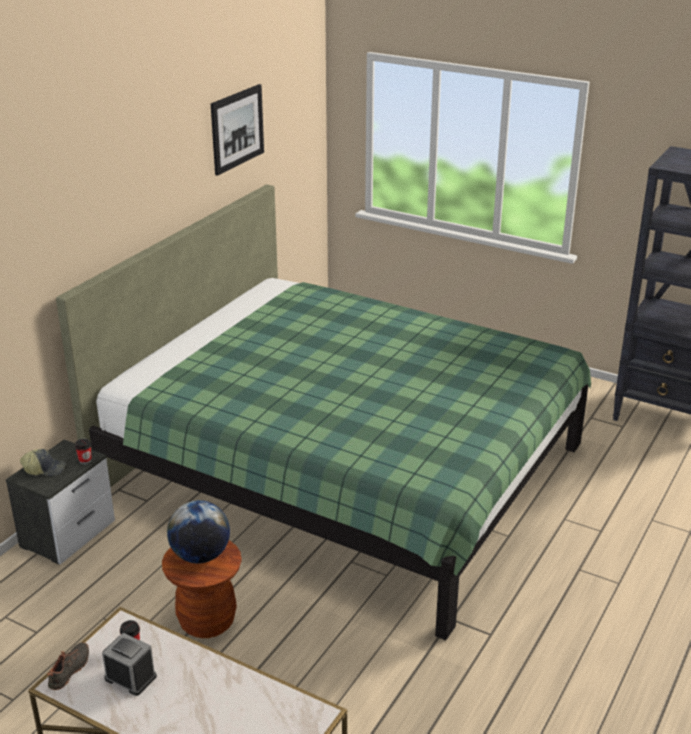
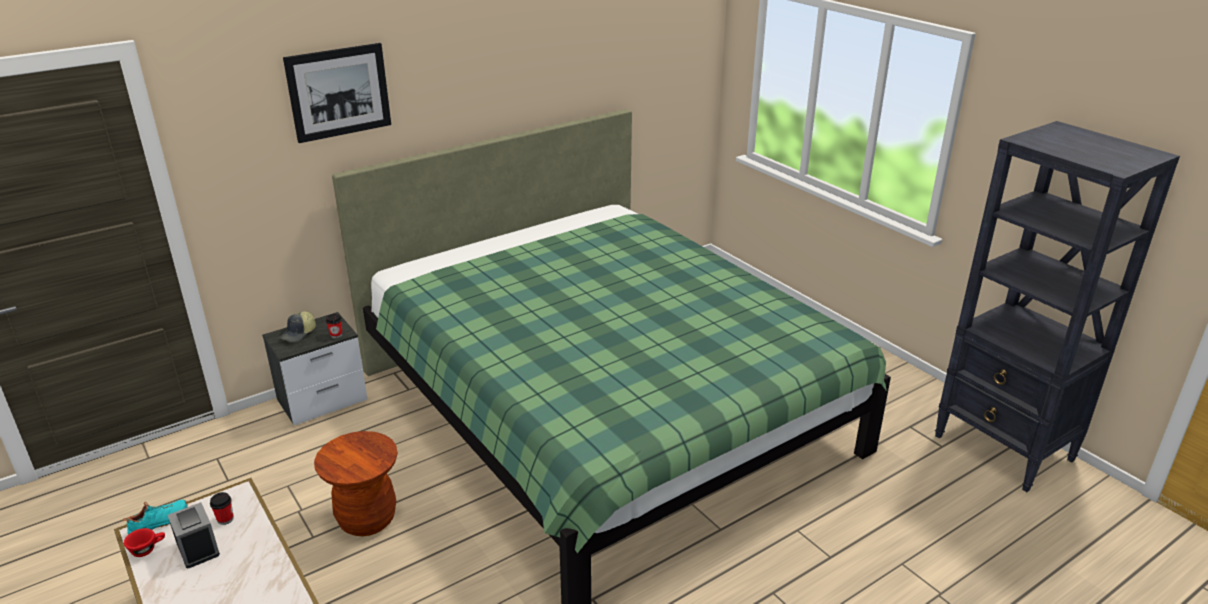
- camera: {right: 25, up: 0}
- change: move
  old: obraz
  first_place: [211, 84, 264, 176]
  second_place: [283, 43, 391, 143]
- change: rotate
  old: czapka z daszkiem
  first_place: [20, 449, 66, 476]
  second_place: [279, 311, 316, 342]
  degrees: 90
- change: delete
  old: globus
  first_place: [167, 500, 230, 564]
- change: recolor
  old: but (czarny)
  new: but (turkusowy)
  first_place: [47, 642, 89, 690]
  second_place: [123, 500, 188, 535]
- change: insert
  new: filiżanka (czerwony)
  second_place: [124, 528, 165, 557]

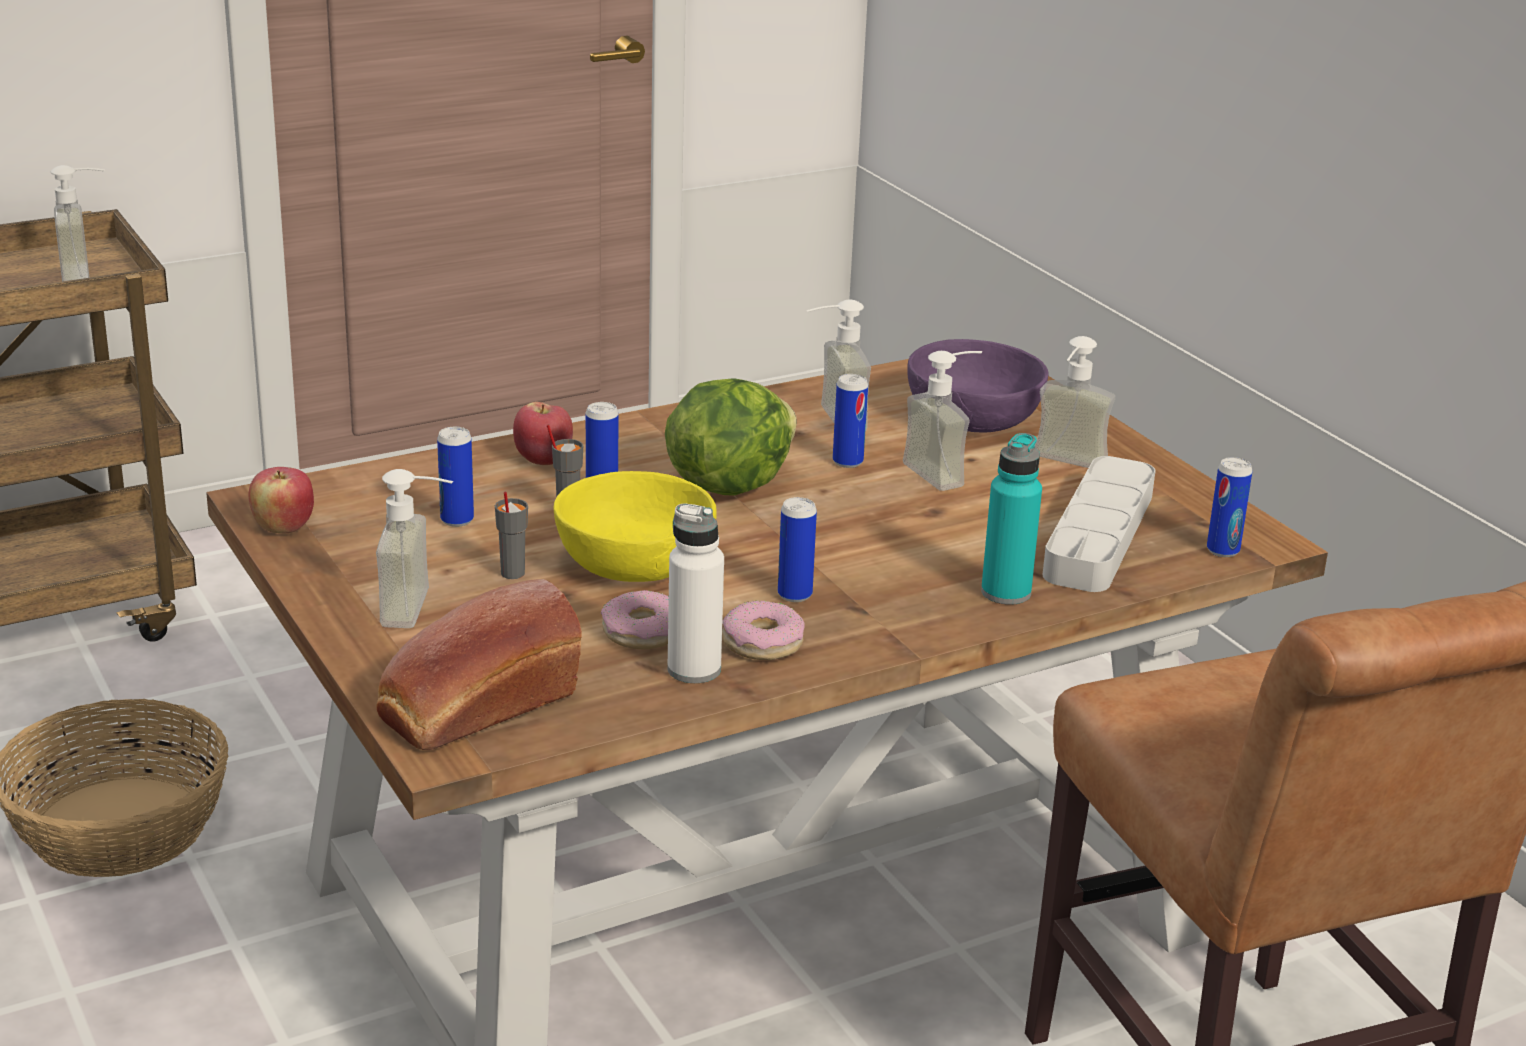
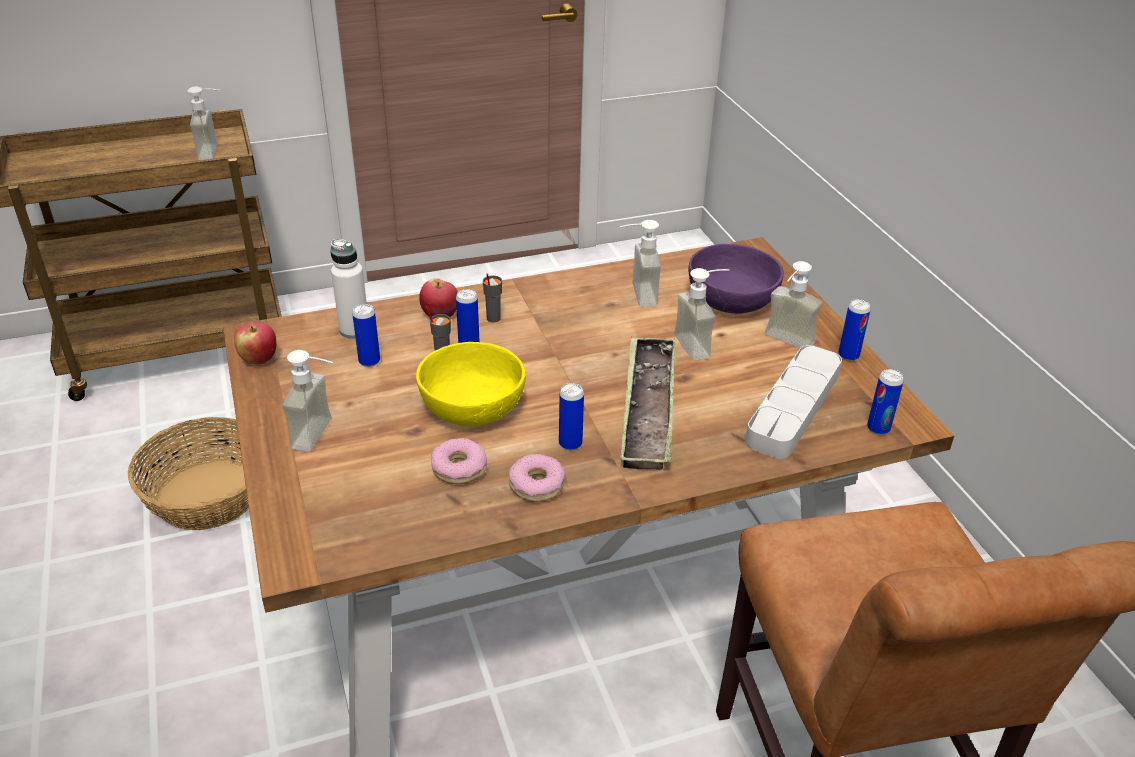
- camera: {right: 10, up: 10}
- change: move
  old: puszka
  first_place: [833, 374, 868, 468]
  second_place: [838, 299, 871, 361]
- change: delete
  old: sałata
  first_place: [665, 378, 797, 496]
- change: delete
  old: butelka (turkusowy)
  first_place: [981, 433, 1042, 605]
- change: move
  old: filiżanka (szary)
  first_place: [495, 492, 528, 579]
  second_place: [483, 273, 502, 322]
- change: move
  old: butelka (biały)
  first_place: [667, 504, 724, 683]
  second_place: [330, 239, 367, 339]
- change: delete
  old: chleb
  first_place: [377, 579, 582, 750]
- change: insert
  new: taca
  second_place: [620, 337, 675, 470]

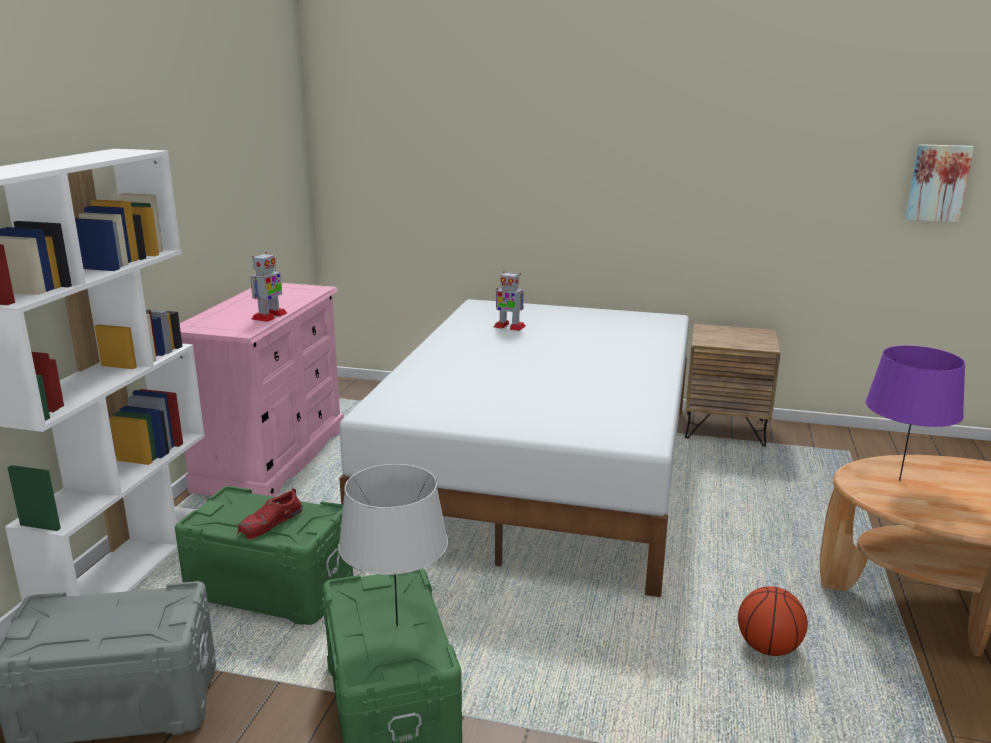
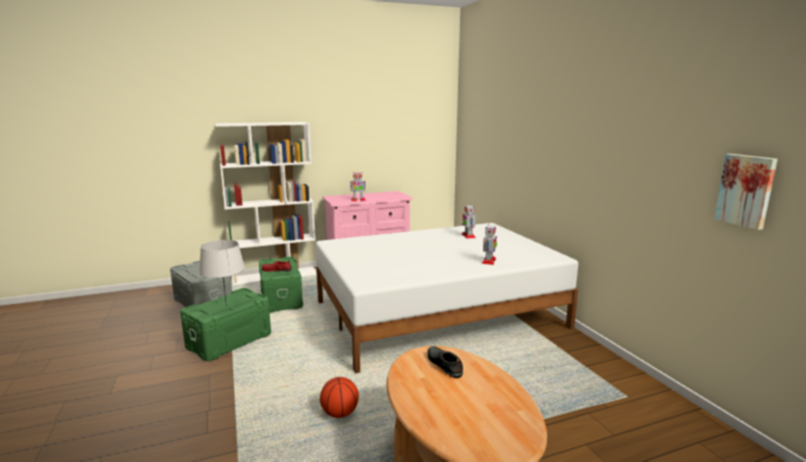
- camera: {right: 55, up: -5}
- change: delete
  old: szafka nocna (brązowy)
  first_place: [685, 324, 781, 447]
- change: replace
  old: lampa stołowa (fioletowy)
  new: but (czarny)
  first_place: [866, 345, 966, 481]
  second_place: [427, 346, 463, 378]
- change: insert
  new: robot zabawkowy
  second_place: [481, 224, 497, 265]

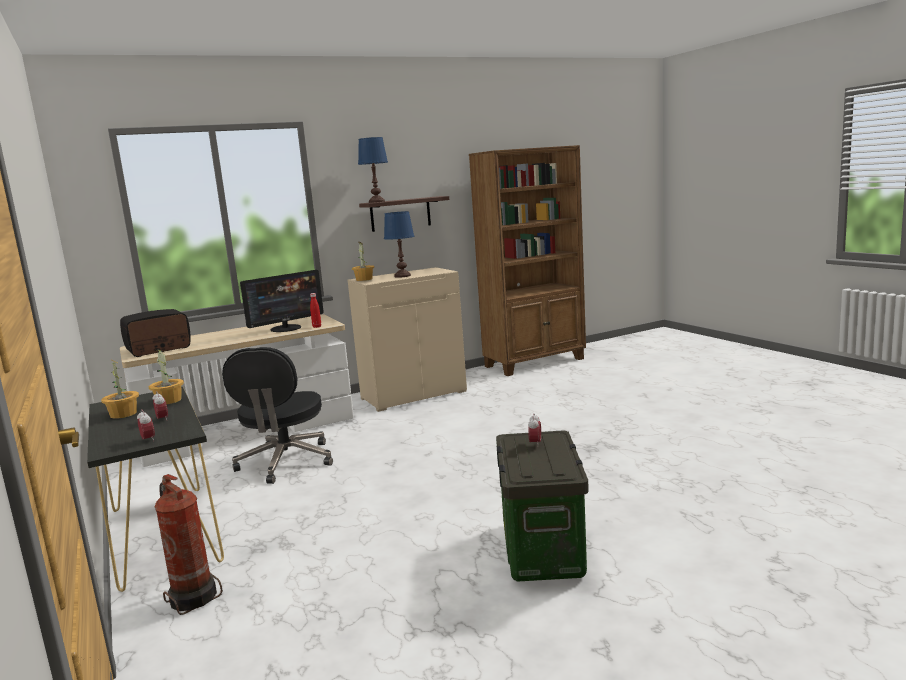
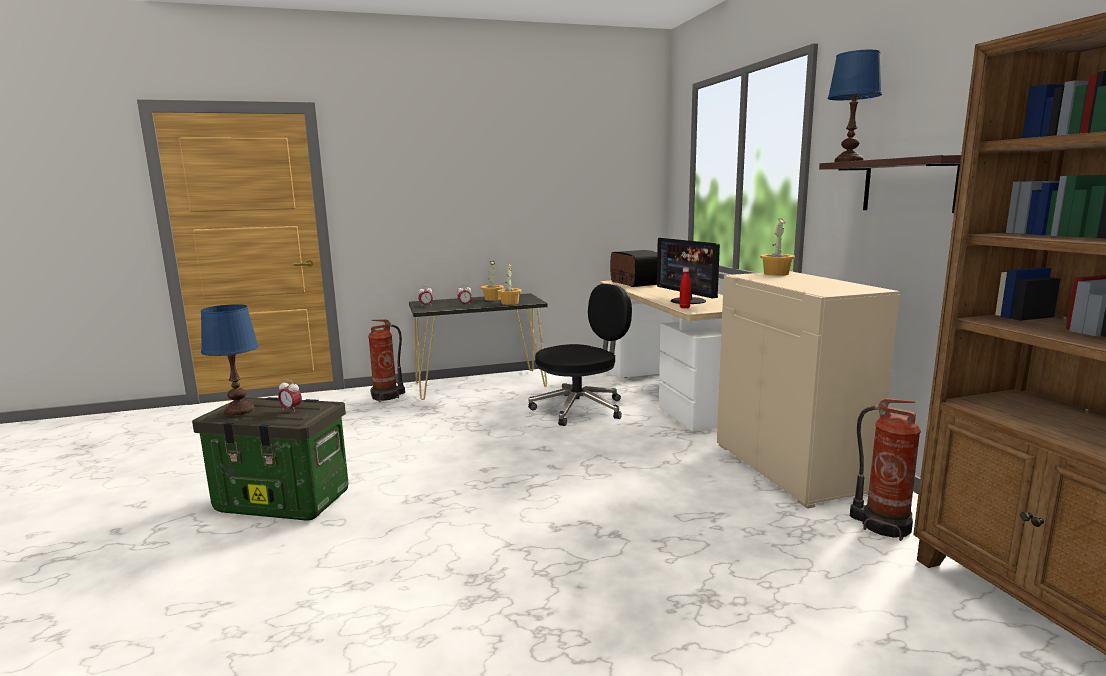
- camera: {right: 100, up: 0}
- change: move
  old: lampa stołowa (niebieski)
  first_place: [384, 211, 414, 278]
  second_place: [201, 304, 259, 416]
- change: rotate
  old: krzesło biurowe (czarny)
  first_place: [222, 347, 333, 484]
  second_place: [528, 284, 632, 426]
  degrees: 135
- change: insert
  new: gaśnica
  second_place: [850, 398, 921, 541]

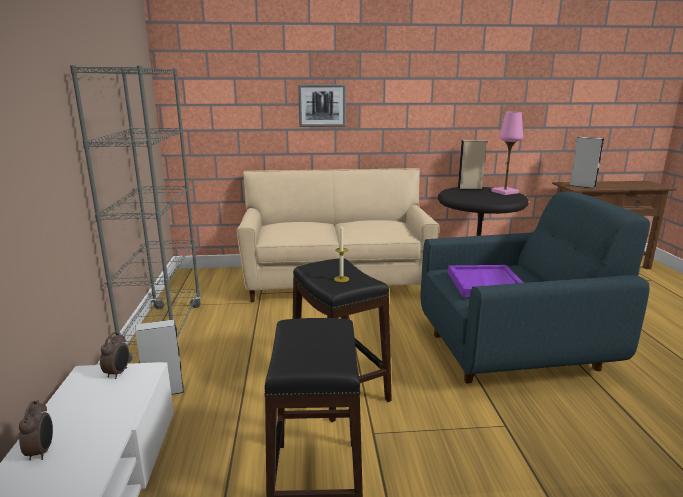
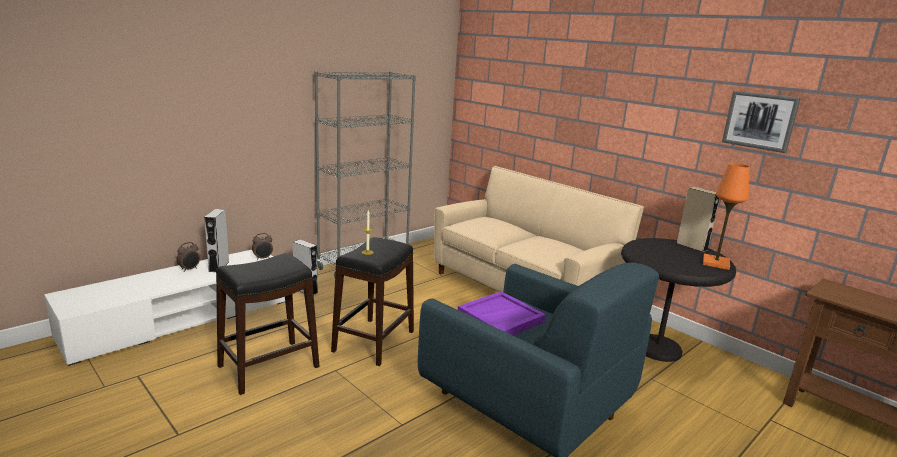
- camera: {right: 50, up: 0}
- change: move
  old: obraz
  first_place: [298, 84, 346, 127]
  second_place: [722, 91, 801, 153]
- change: recolor
  old: lampa stołowa (różowy)
  new: lampa stołowa (pomarańczowy)
  first_place: [491, 112, 523, 195]
  second_place: [703, 163, 750, 270]
- change: move
  old: głośnik (szary)
  first_place: [569, 137, 604, 188]
  second_place: [204, 209, 229, 272]

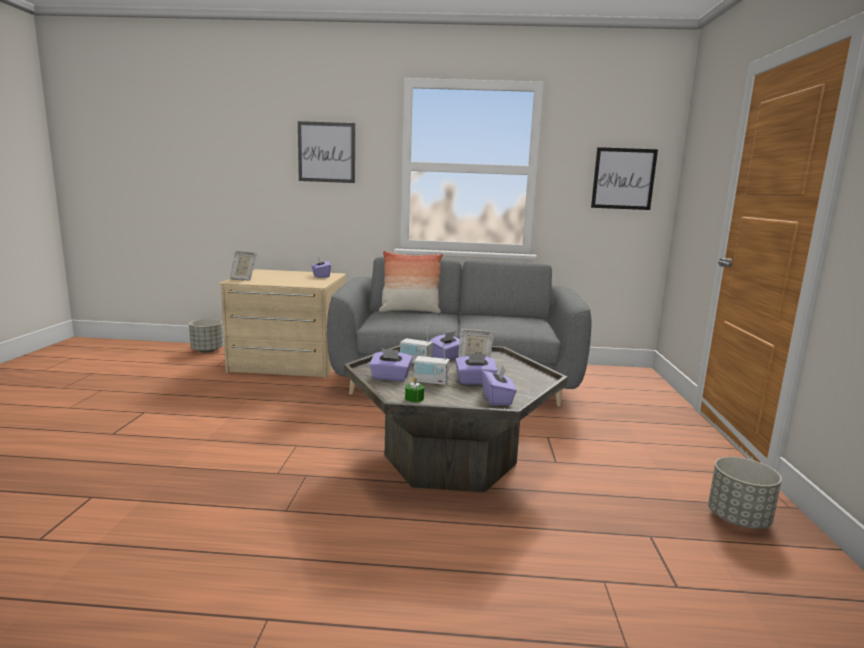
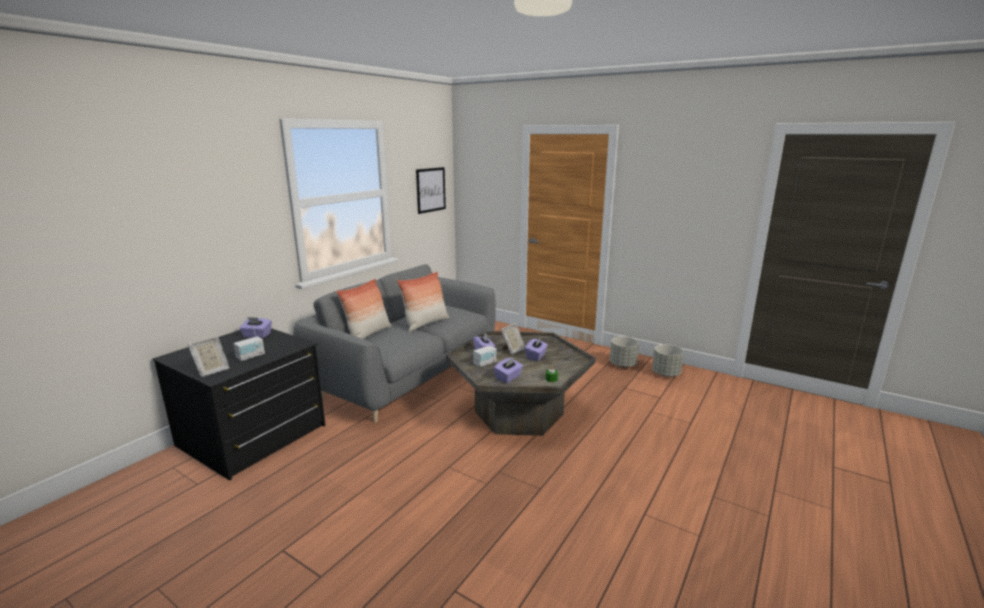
- camera: {right: -60, up: 5}
- change: delete
  old: obraz
  first_place: [298, 121, 355, 183]
- change: recolor
  old: komoda (beżowy)
  new: komoda (czarny)
  first_place: [218, 269, 346, 378]
  second_place: [152, 328, 326, 480]
- change: move
  old: donica (szary)
  first_place: [189, 319, 223, 353]
  second_place: [652, 344, 684, 377]
- change: move
  old: radio
  first_place: [414, 342, 450, 386]
  second_place: [233, 326, 265, 361]
- change: delete
  old: pudełko chusteczek (fioletowy)
  first_place: [482, 365, 517, 405]
- change: insert
  new: poduszka
  second_place: [397, 271, 449, 332]

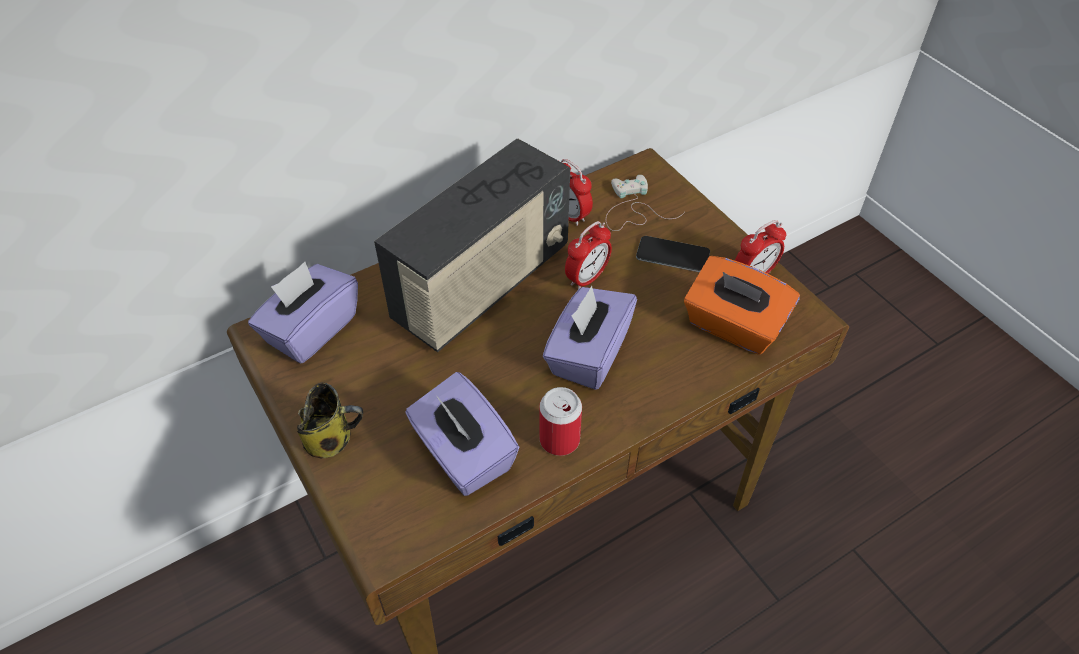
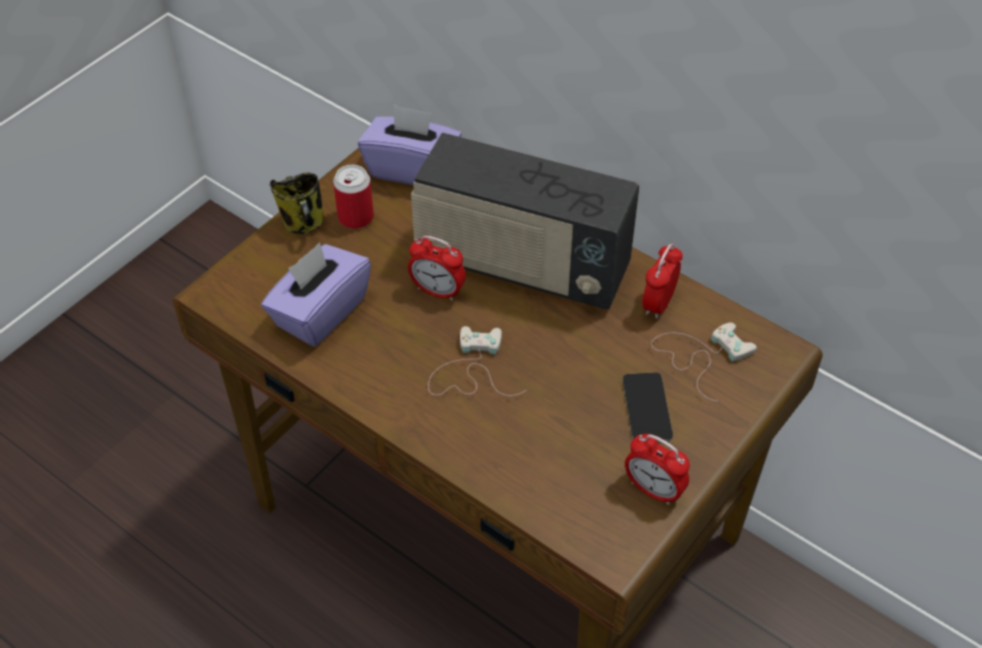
- camera: {right: 70, up: 0}
- change: move
  old: budzik
  first_place: [565, 221, 612, 290]
  second_place: [408, 235, 466, 301]
- change: delete
  old: pudełko chusteczek (pomarańczowy)
  first_place: [684, 256, 800, 355]
- change: replace
  old: pudełko chusteczek (fioletowy)
  new: pad do gier (biały)
  first_place: [543, 286, 637, 390]
  second_place: [428, 326, 526, 396]
- change: move
  old: puszka
  first_place: [539, 387, 582, 456]
  second_place: [333, 165, 374, 229]

